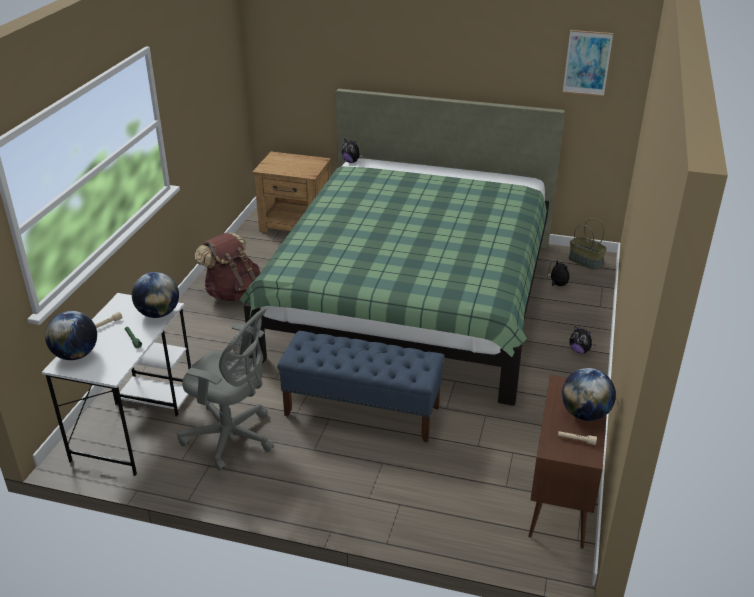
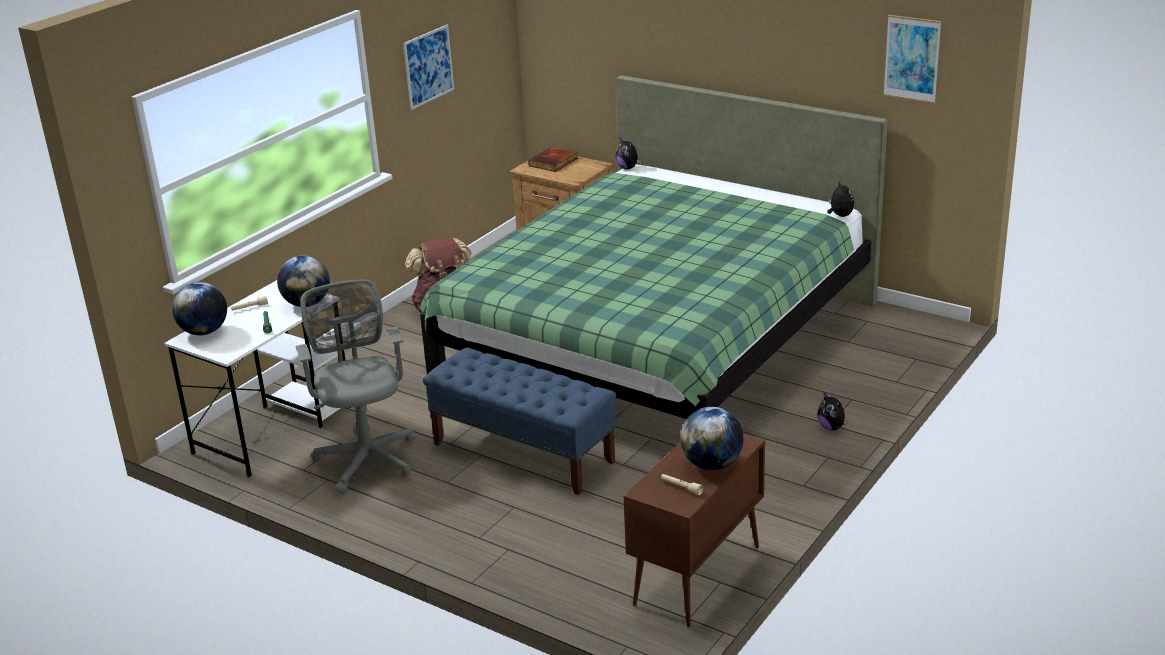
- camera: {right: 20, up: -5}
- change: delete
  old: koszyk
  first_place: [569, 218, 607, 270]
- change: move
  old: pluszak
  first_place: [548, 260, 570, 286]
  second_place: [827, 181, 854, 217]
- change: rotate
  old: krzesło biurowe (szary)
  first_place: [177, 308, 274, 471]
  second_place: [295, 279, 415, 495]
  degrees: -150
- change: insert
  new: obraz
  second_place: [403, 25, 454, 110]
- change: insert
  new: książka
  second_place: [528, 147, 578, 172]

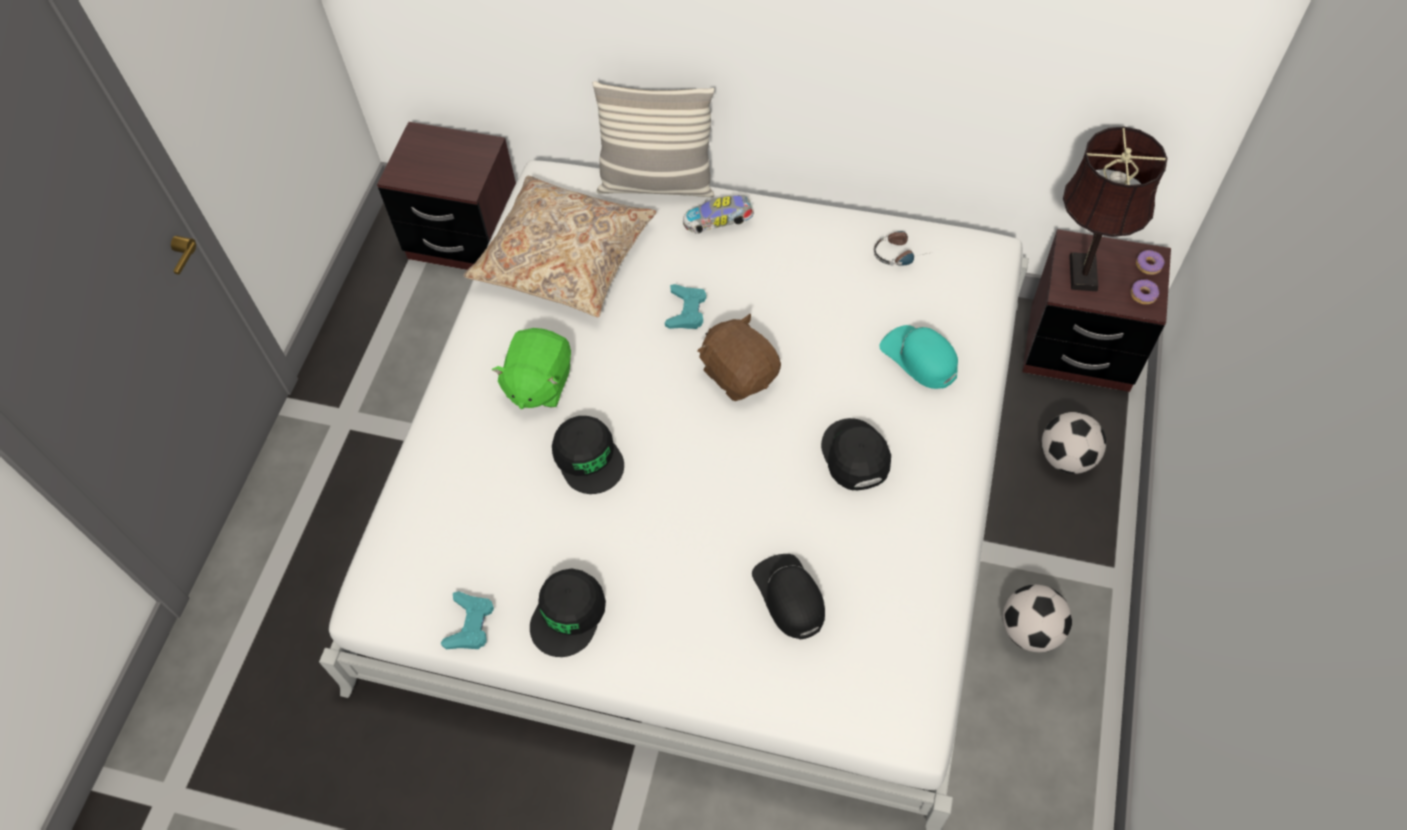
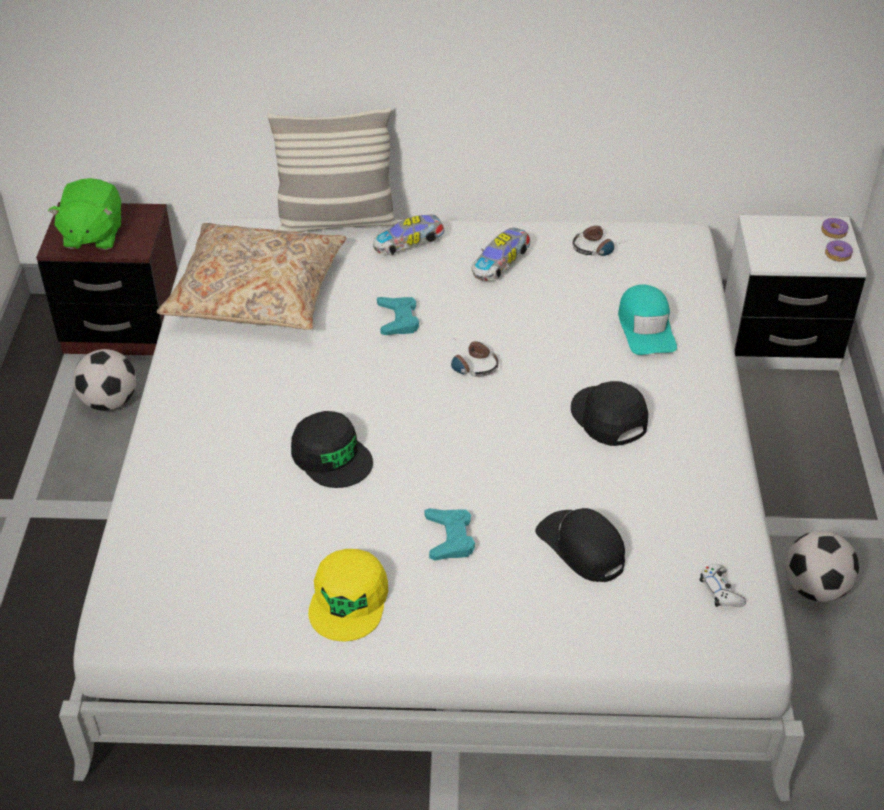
- camera: {right: -15, up: -15}
- change: delete
  old: lampa stołowa (brązowy)
  first_place: [1063, 126, 1167, 292]
- change: recolor
  old: szafka nocna (brązowy)
  new: szafka nocna (biały)
  first_place: [1022, 229, 1171, 392]
  second_place: [725, 215, 867, 370]
- change: replace
  old: pluszak (brązowy)
  new: słuchawki
  first_place: [697, 314, 781, 401]
  second_place: [451, 339, 499, 377]
- change: rotate
  old: czapka z daszkiem (turkusowy)
  first_place: [879, 325, 958, 389]
  second_place: [618, 285, 677, 355]
  degrees: -135
- change: move
  old: pluszak (zielony)
  first_place: [492, 328, 571, 409]
  second_place: [48, 178, 121, 250]
- change: move
  old: piłka futbolowa
  first_place: [1042, 412, 1106, 474]
  second_place: [73, 349, 136, 411]
- change: recolor
  old: czapka z daszkiem (czarny)
  new: czapka z daszkiem (żółty)
  first_place: [530, 568, 606, 657]
  second_place: [308, 549, 388, 641]
- change: move
  old: pad do gier (turkusowy)
  first_place: [441, 591, 494, 649]
  second_place: [424, 508, 475, 561]
- change: insert
  new: samochodzik
  second_place: [472, 227, 530, 281]
- change: insert
  new: pad do gier (biały)
  second_place: [700, 564, 746, 607]

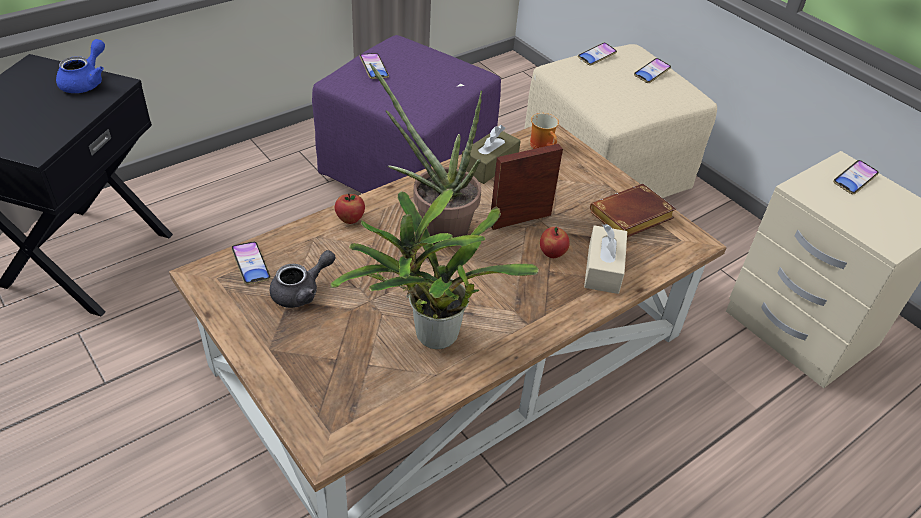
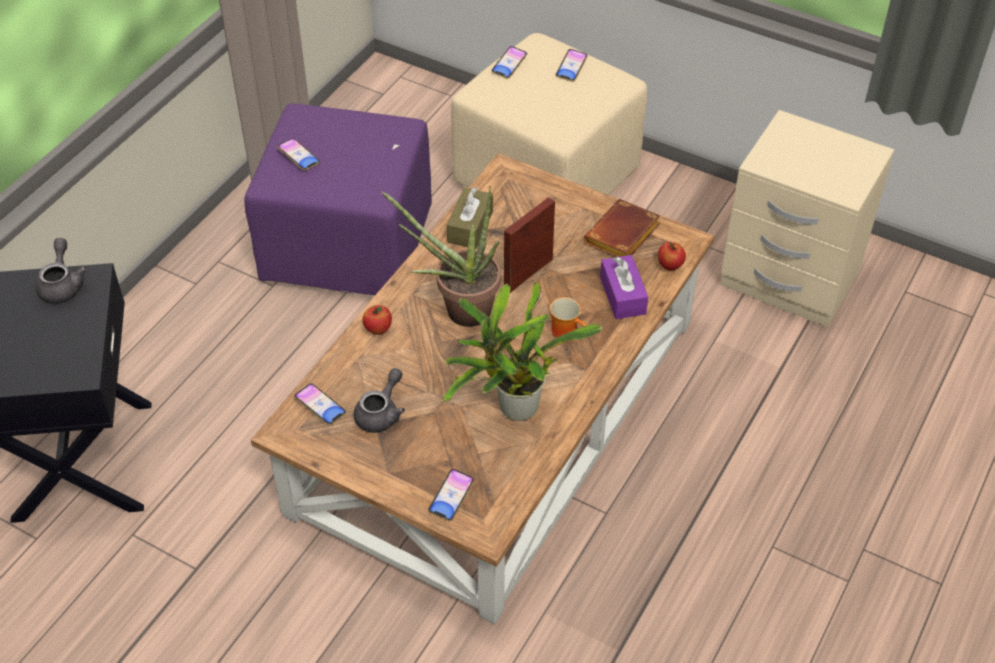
- camera: {right: -20, up: 5}
- change: recolor
  old: imbryk (niebieski)
  new: imbryk (szary)
  first_place: [56, 39, 105, 93]
  second_place: [36, 238, 87, 304]
- change: move
  old: kubek
  first_place: [530, 113, 559, 149]
  second_place: [550, 297, 586, 338]
- change: move
  old: telefon
  first_place: [833, 160, 879, 194]
  second_place: [428, 469, 474, 521]
- change: recolor
  old: pudełko chusteczek (beżowy)
  new: pudełko chusteczek (fioletowy)
  first_place: [584, 224, 627, 294]
  second_place: [600, 255, 648, 319]
- change: move
  old: jabłko
  first_place: [540, 227, 570, 258]
  second_place: [658, 242, 686, 271]

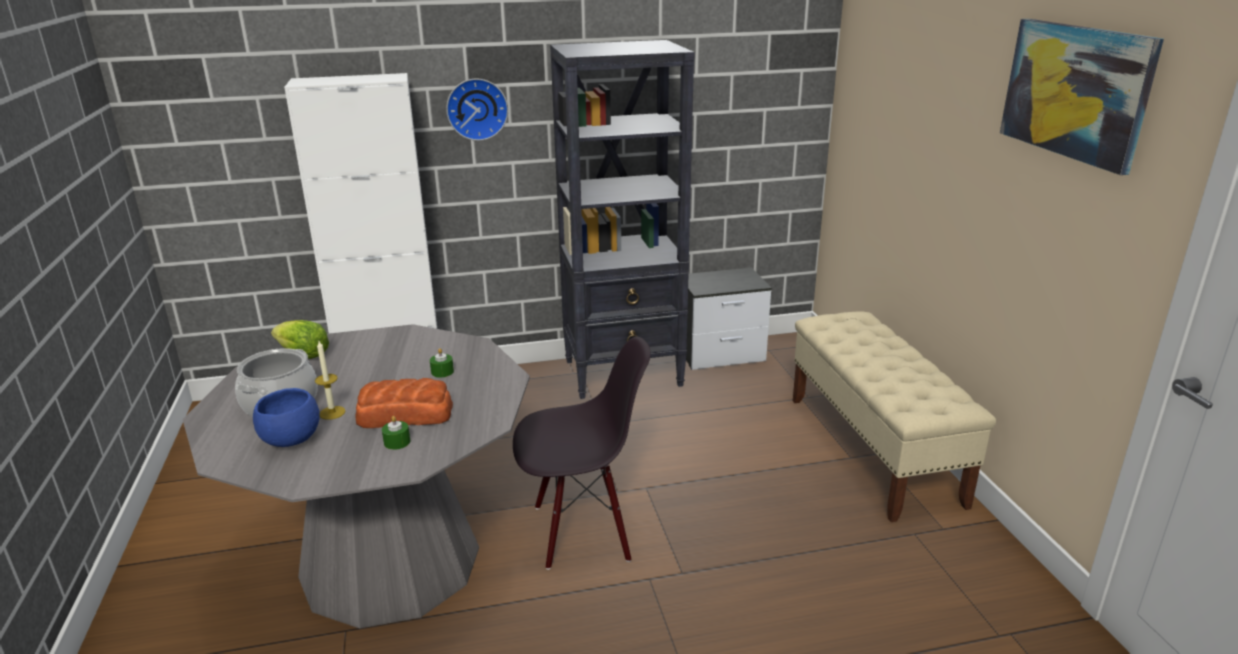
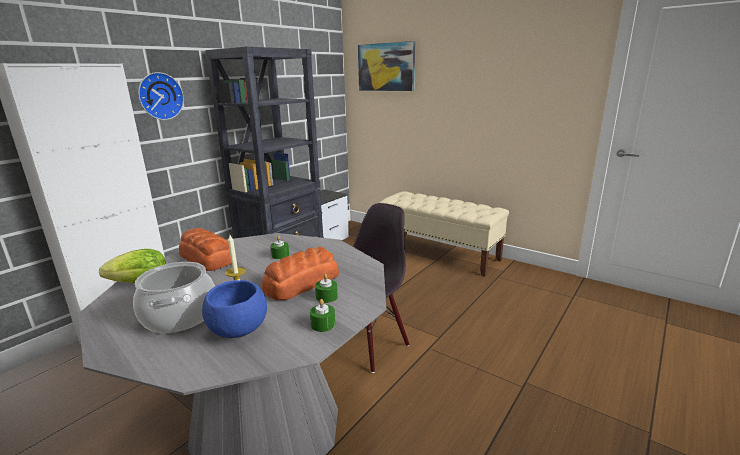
- camera: {right: -40, up: -5}
- change: move
  old: obraz
  first_place: [1000, 19, 1164, 175]
  second_place: [358, 41, 415, 91]
- change: insert
  new: chleb
  second_place: [179, 228, 232, 271]
- change: insert
  new: świeca (zielony)
  second_place: [310, 299, 335, 332]

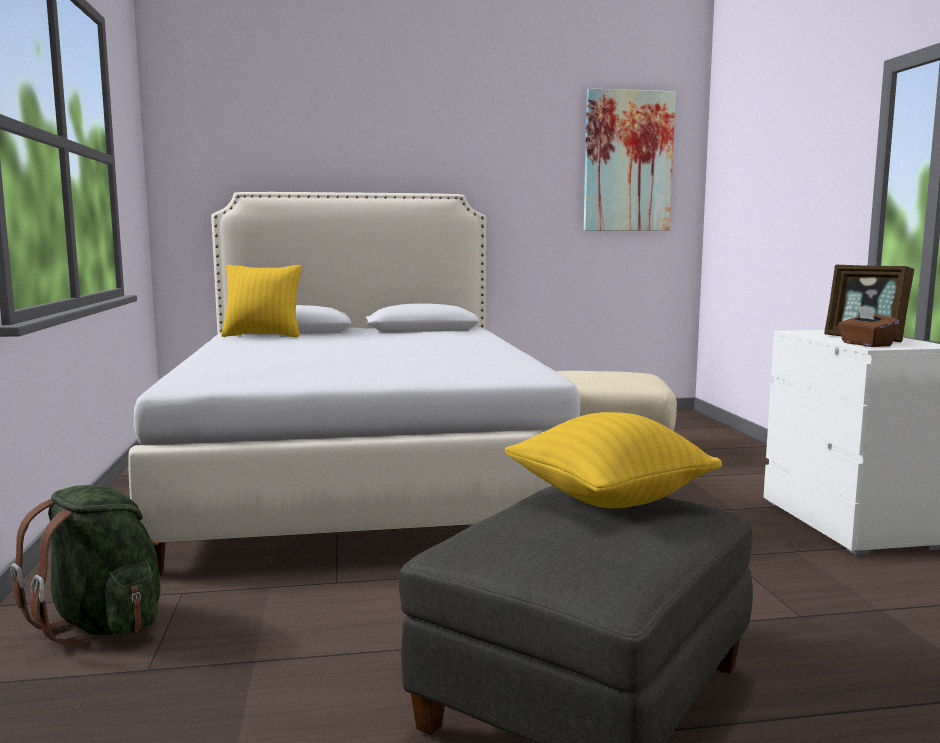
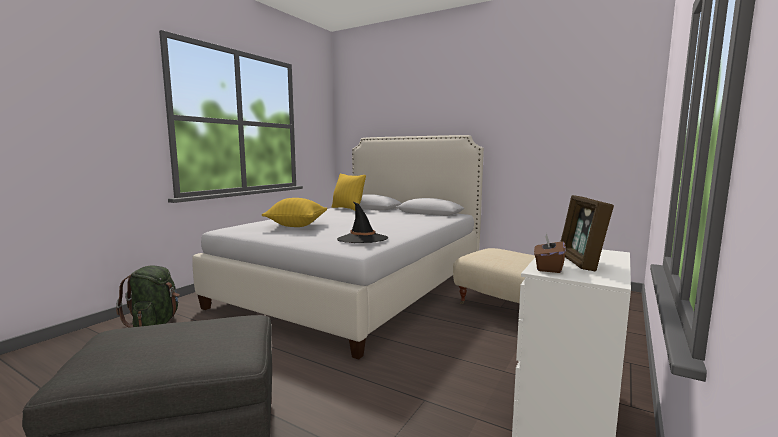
- camera: {right: 40, up: 0}
- change: delete
  old: obraz
  first_place: [584, 88, 676, 231]
- change: move
  old: poduszka (żółty)
  first_place: [505, 412, 722, 508]
  second_place: [262, 198, 327, 227]
- change: insert
  new: kapelusz (czarny)
  second_place: [337, 202, 388, 243]

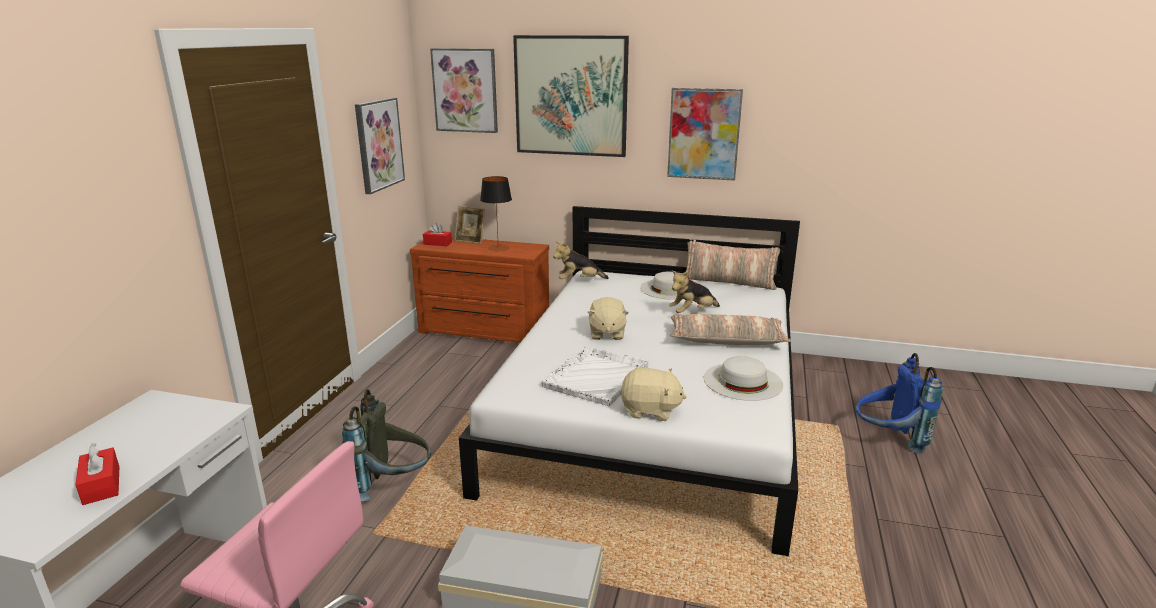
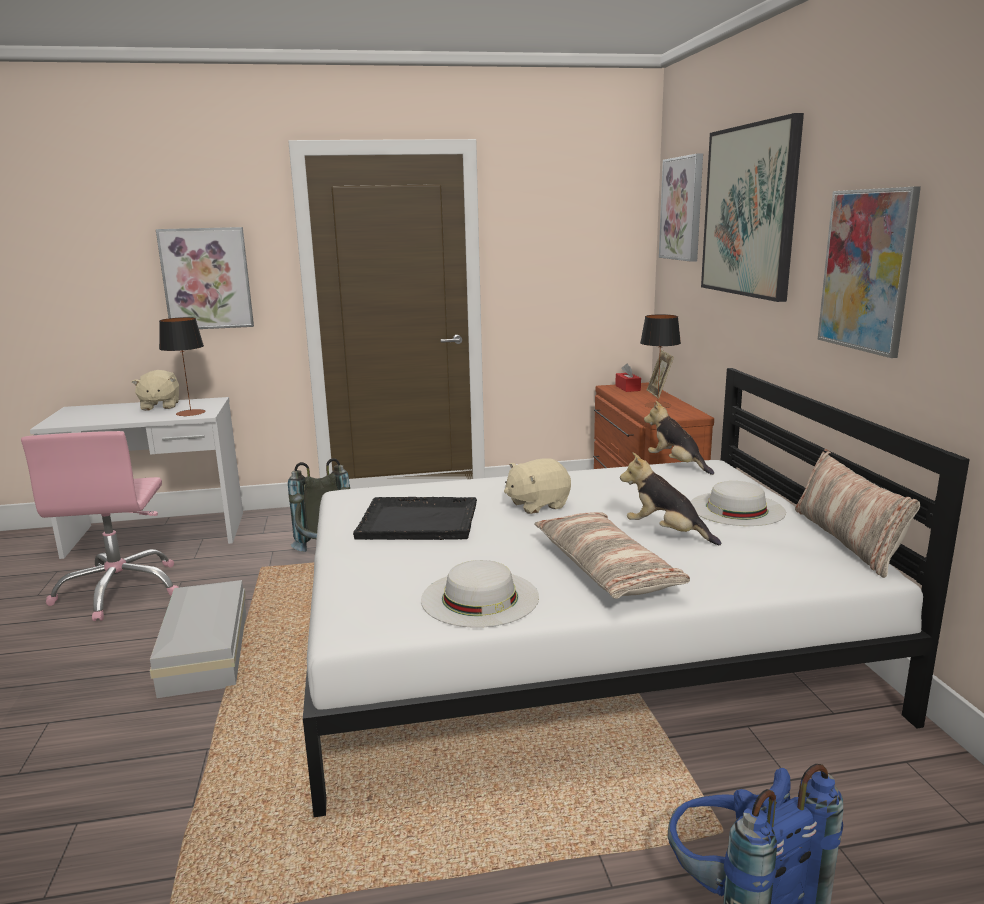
- camera: {right: 65, up: -5}
- change: move
  old: obraz
  first_place: [355, 98, 405, 194]
  second_place: [156, 227, 254, 329]
- change: recolor
  old: taca (biały)
  new: taca (czarny)
  first_place: [542, 346, 648, 406]
  second_place: [353, 497, 477, 540]
- change: move
  old: pluszak (beżowy)
  first_place: [620, 367, 687, 421]
  second_place: [131, 370, 179, 411]
- change: delete
  old: pudełko chusteczek (czerwony)
  first_place: [76, 443, 119, 505]
- change: insert
  new: lampa stołowa
  second_place: [159, 317, 206, 416]

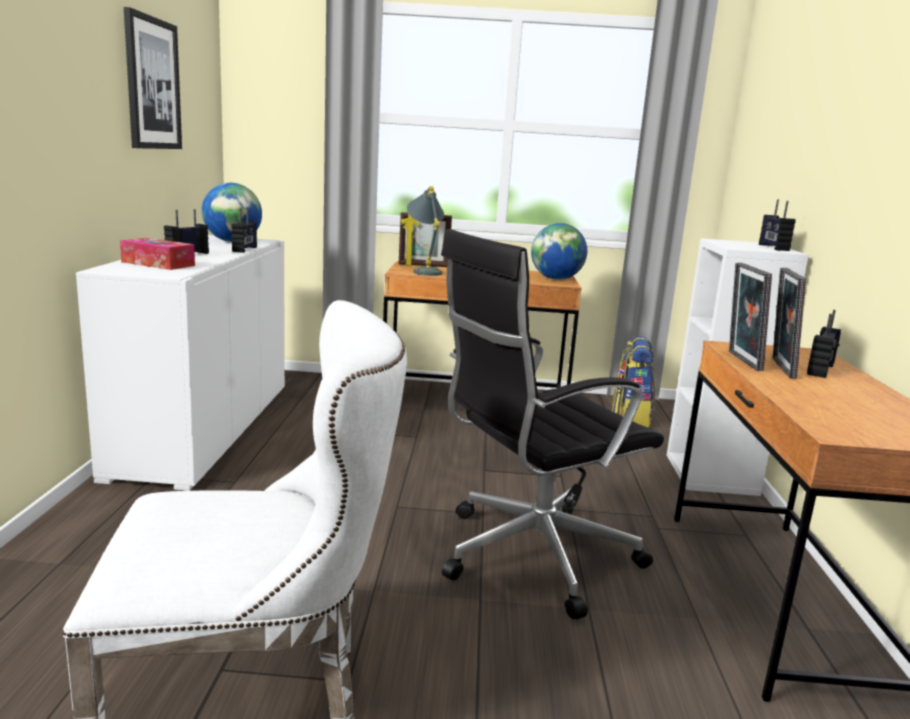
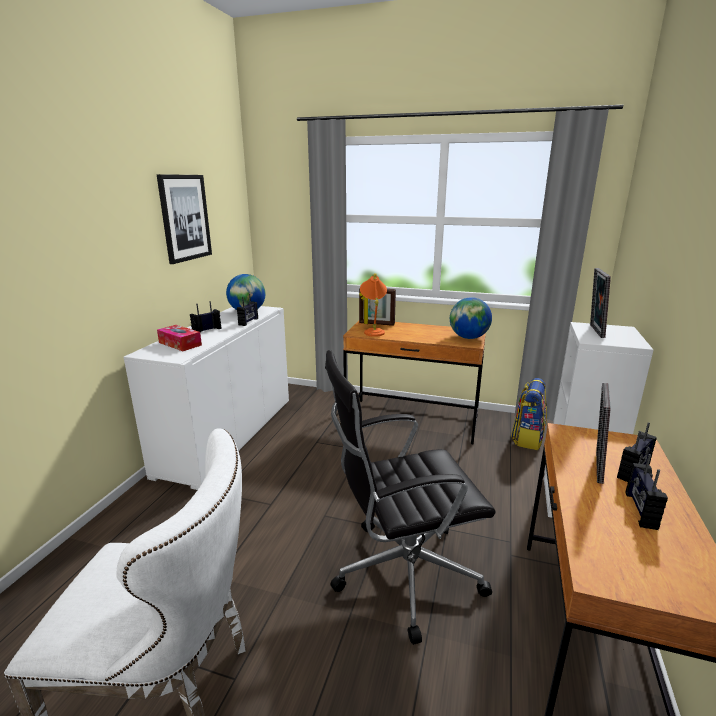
- camera: {right: 15, up: 5}
- change: recolor
  old: lampa stołowa (szary)
  new: lampa stołowa (pomarańczowy)
  first_place: [407, 186, 444, 276]
  second_place: [360, 273, 387, 337]
- change: move
  old: radio
  first_place: [759, 199, 796, 251]
  second_place: [626, 454, 668, 530]
- change: move
  old: ramka na zdjęcie
  first_place: [729, 263, 772, 371]
  second_place: [590, 268, 611, 338]

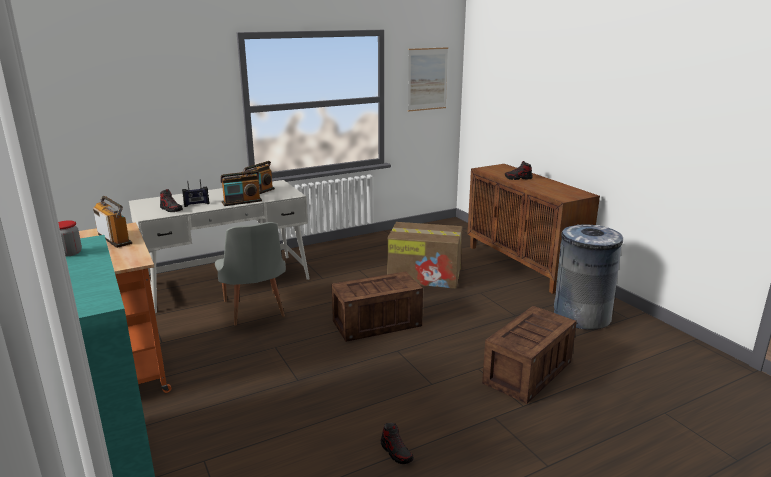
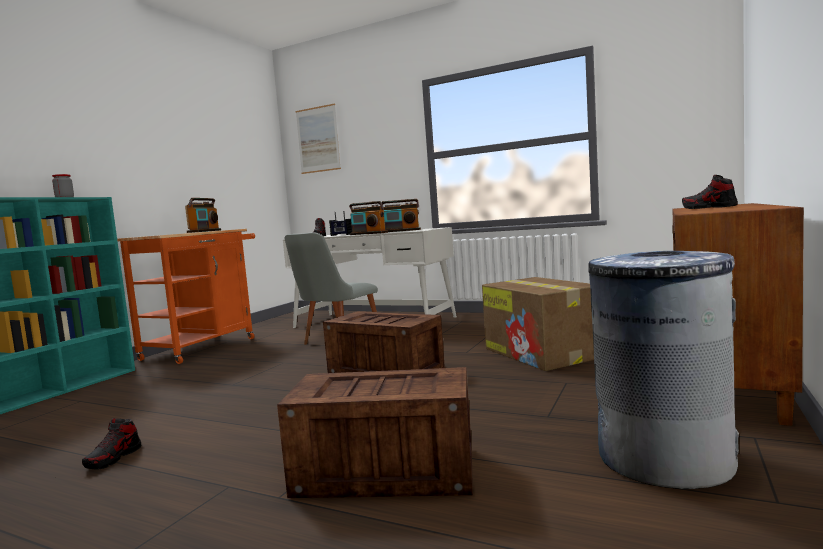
- camera: {right: 55, up: -15}
- change: move
  old: obraz
  first_place: [408, 47, 448, 112]
  second_place: [295, 104, 341, 174]

